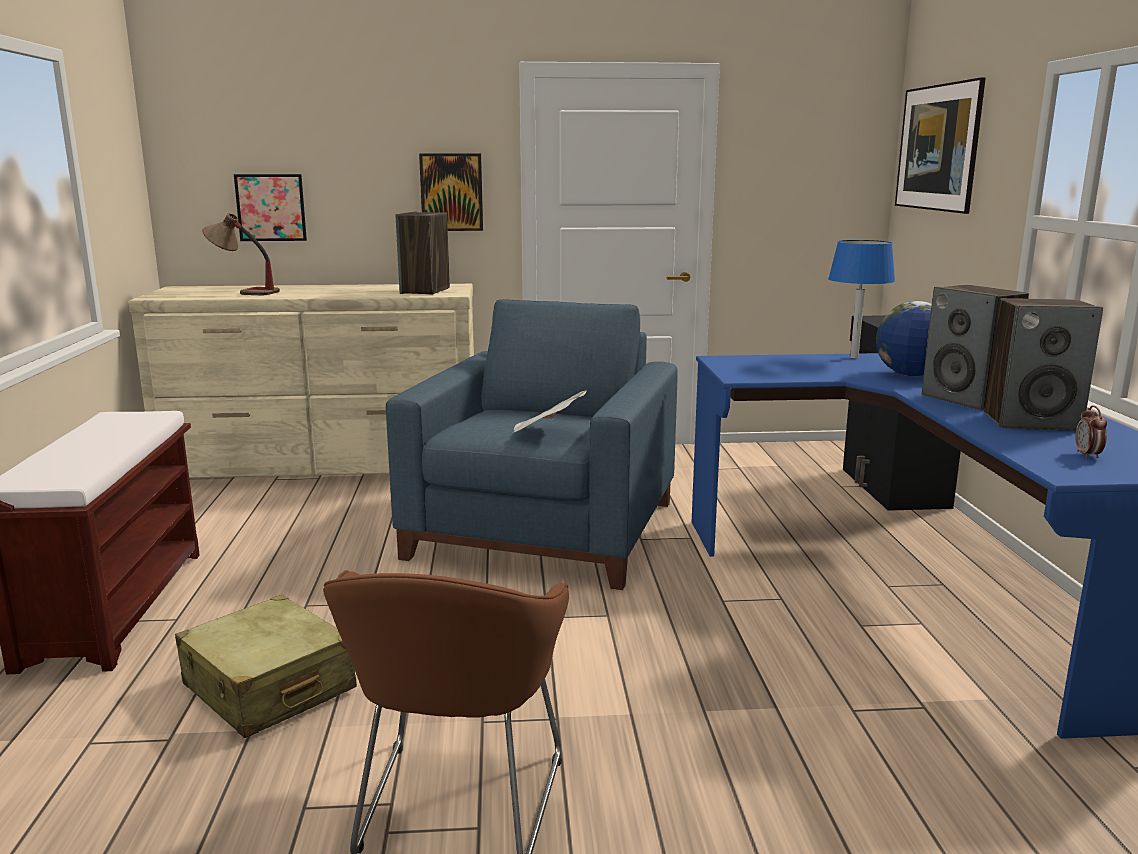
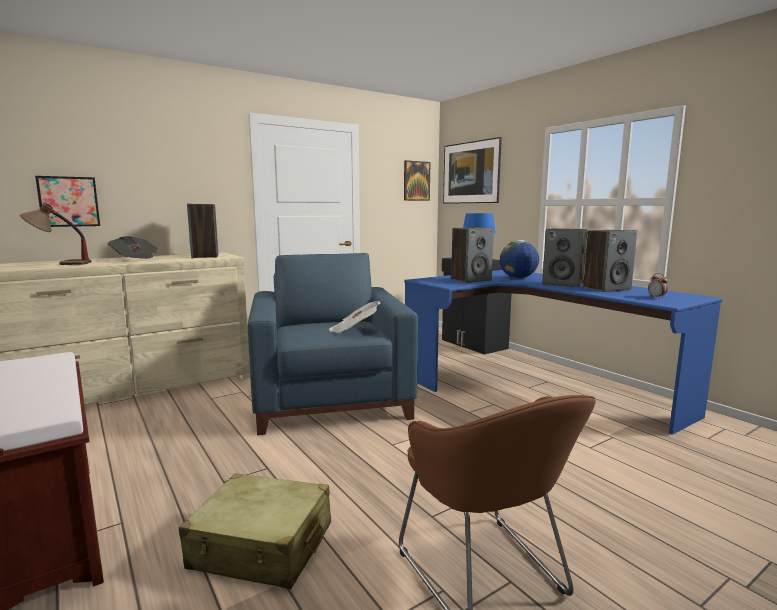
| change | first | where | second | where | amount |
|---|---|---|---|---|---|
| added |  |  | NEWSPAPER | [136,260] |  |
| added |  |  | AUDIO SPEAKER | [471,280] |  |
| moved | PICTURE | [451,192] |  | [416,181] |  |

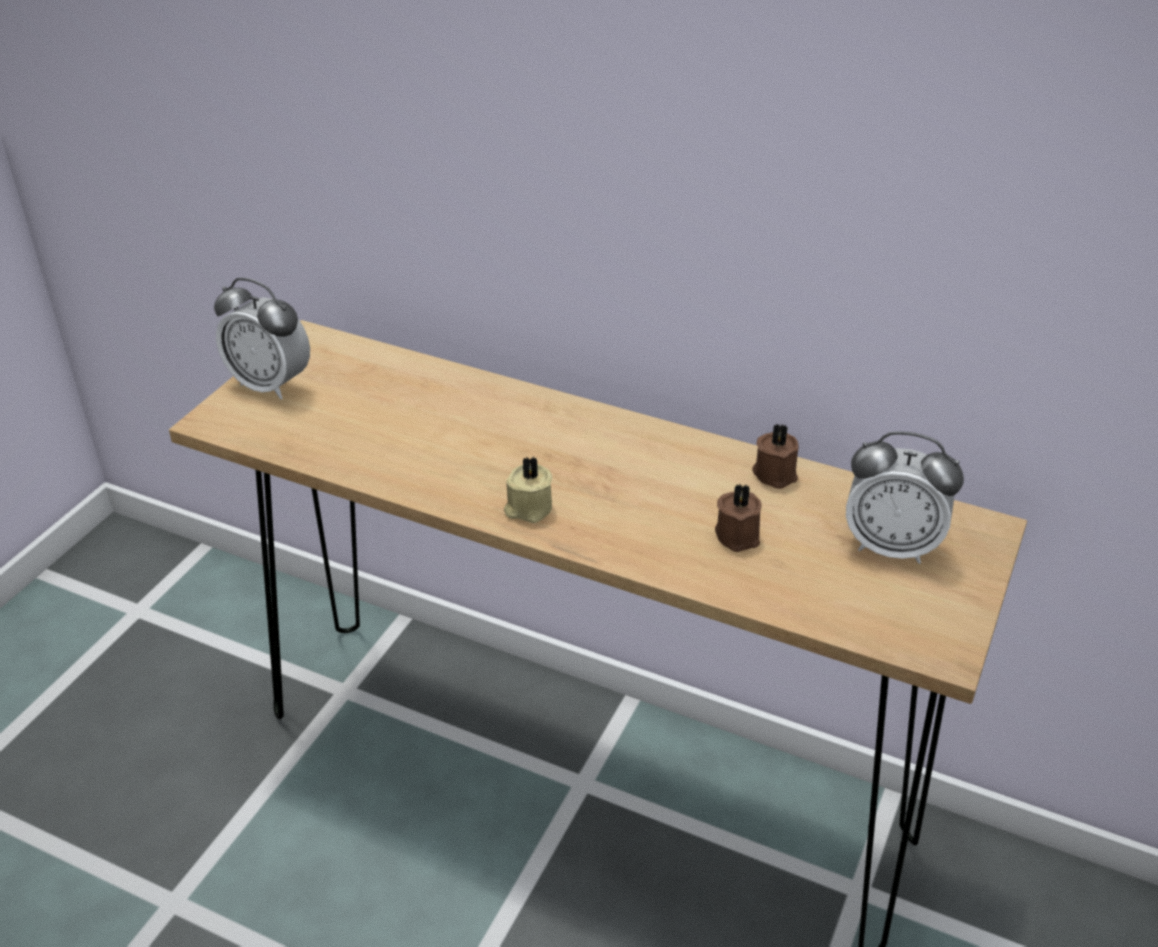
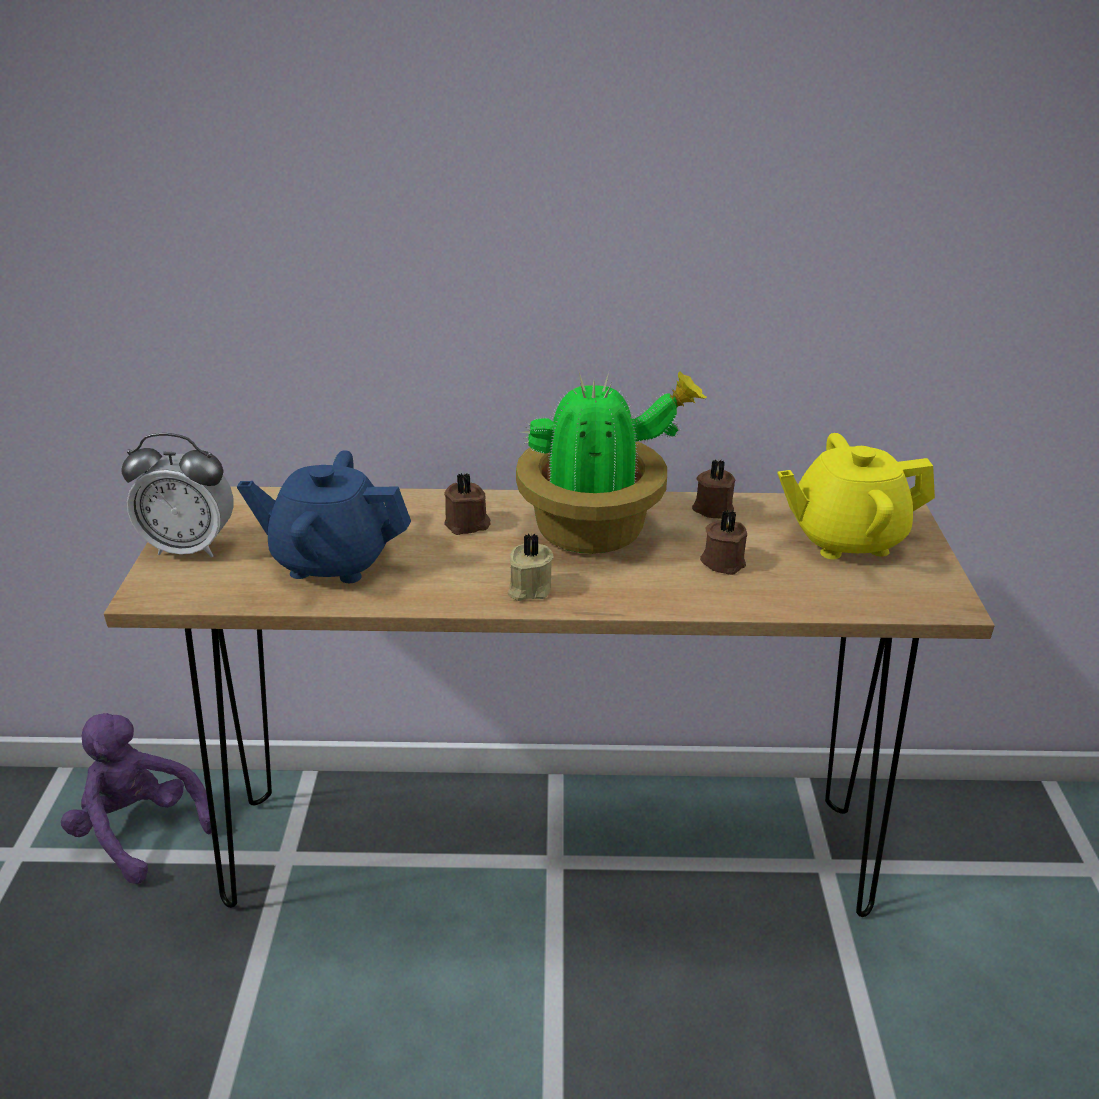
| change | first | where | second | where | amount |
|---|---|---|---|---|---|
| added |  |  | PURPLE-COLOURED SOFT TOY | [140,829] |  |
| added |  |  | BLUE POT FOR TEA | [332,560] |  |
| added |  |  | BROWN-COLOURED WAX LIGHT | [468,524] |  |
| added |  |  | PLANT IN A POT | [596,530] |  |
| replaced | BEDSIDE CLOCK | [891,546] | YELLOW-COLOURED POT FOR TEA | [844,538] |  |

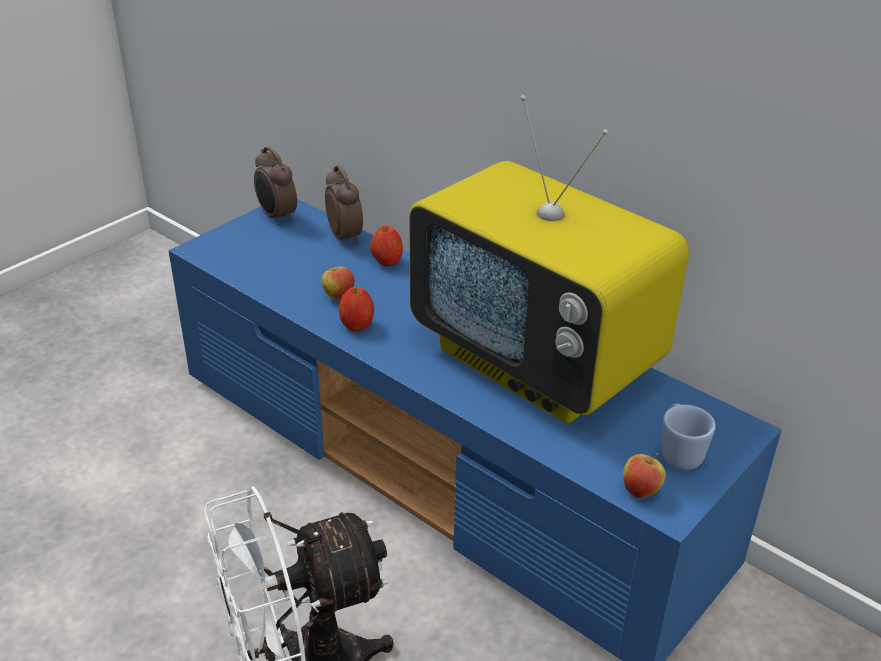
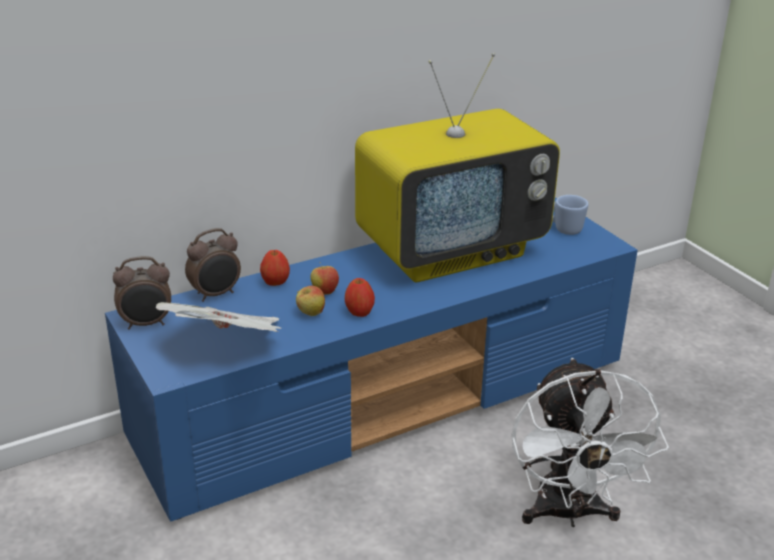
| change | first | where | second | where | amount |
|---|---|---|---|---|---|
| added |  |  | NEWSPAPER | [228,344] |  |
| moved | WHOLE APPLE | [641,491] |  | [324,292] |  |
| turned | BEDSIDE CLOCK | [345,236] |  | [216,294] | 150 degrees clockwise |

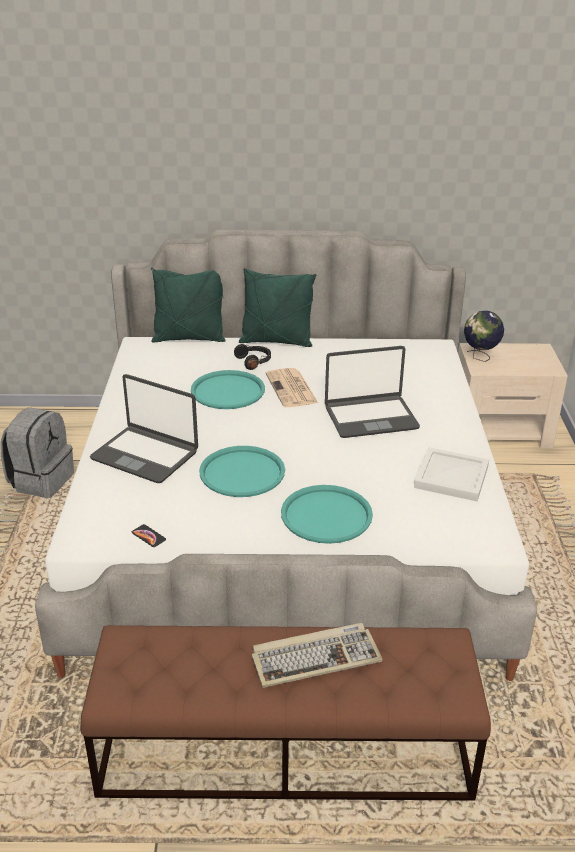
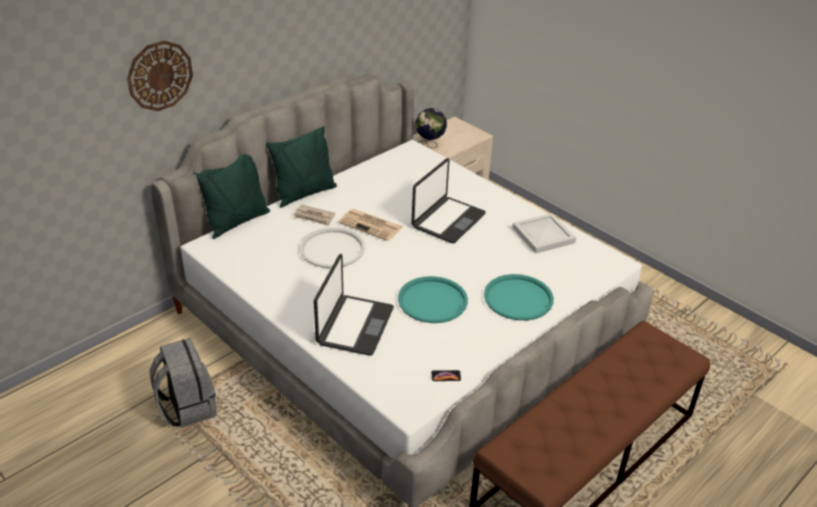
| change | first | where | second | where | amount |
|---|---|---|---|---|---|
| removed | COMPUTER KEYBOARD | [316,657] |  |  |  |
| added |  |  | CLOCK ON THE WALL | [160,75] |  |
| replaced | BLACK-COLOURED HEADSET | [254,361] | NEWSPAPER | [314,217] |  |
| recoloured | TURQUOISE CARRYING TRAY | [228,391] | WHITE CARRYING TRAY | [332,249] |  |
| turned | PORTABLE COMPUTER | [145,455] |  | [354,326] | 60 degrees counterclockwise |

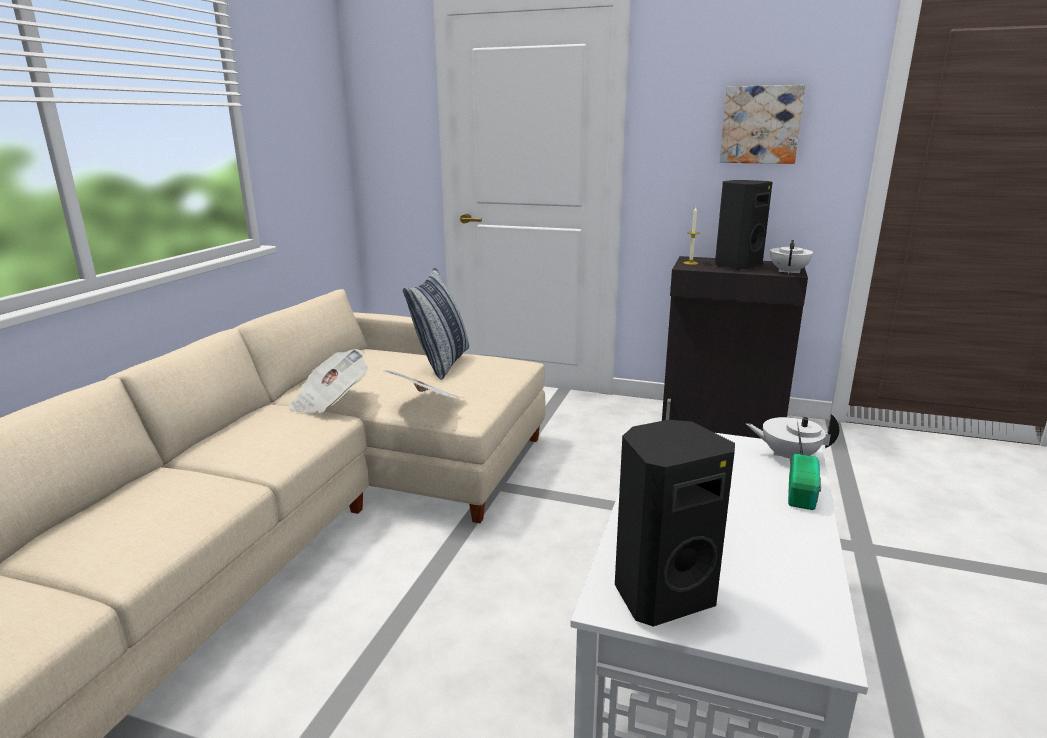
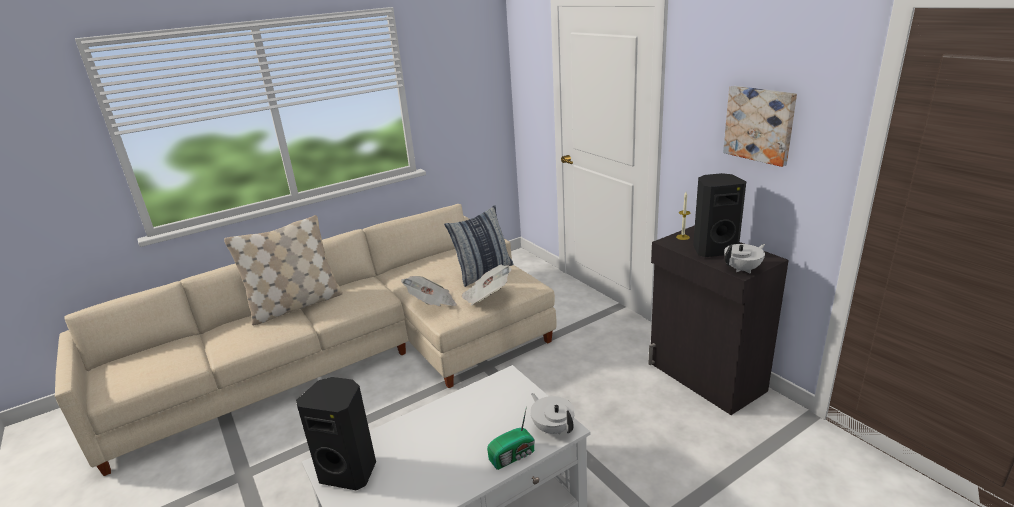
| change | first | where | second | where | amount |
|---|---|---|---|---|---|
| added |  |  | BEIGE-COLOURED CUSHION | [295,305] |  |
| moved | NEWSPAPER | [330,401] |  | [486,296] |  |

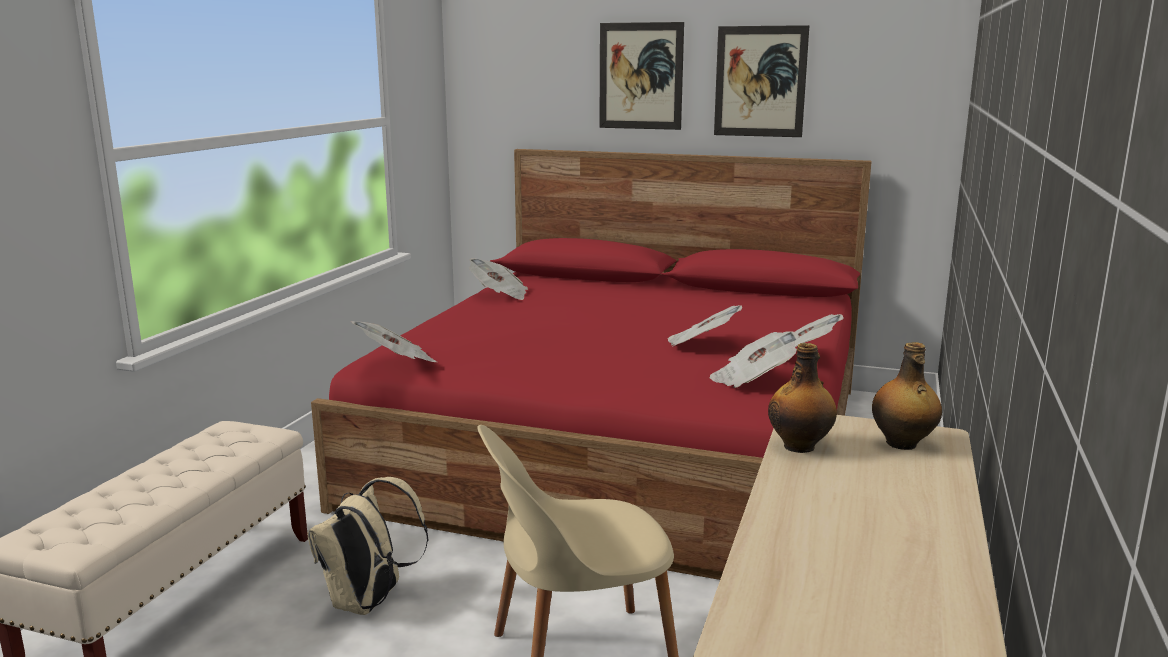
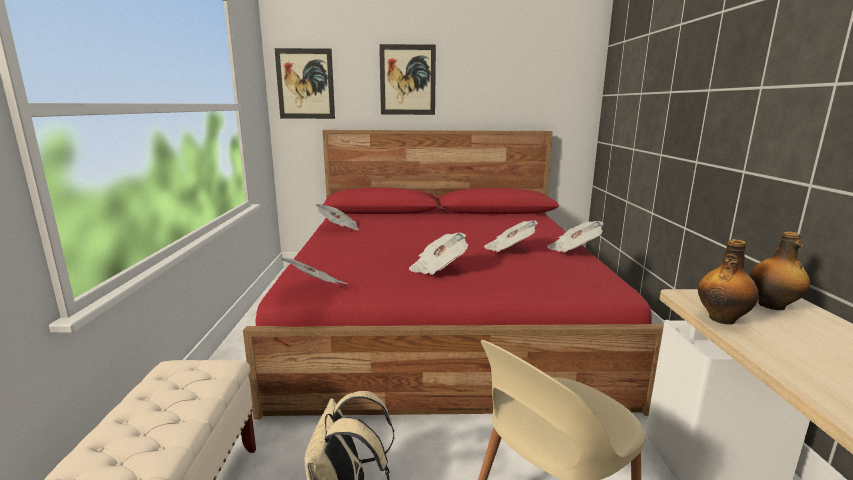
| change | first | where | second | where | amount |
|---|---|---|---|---|---|
| moved | NEWSPAPER | [752,380] |  | [438,268] |  |
| moved | PICTURE | [760,81] |  | [305,84] |  |

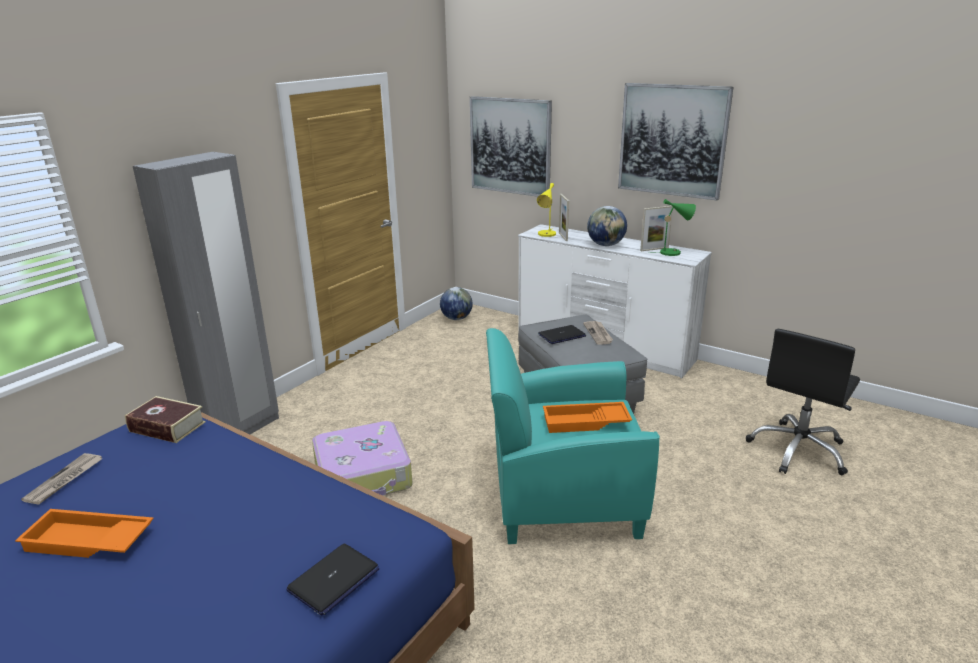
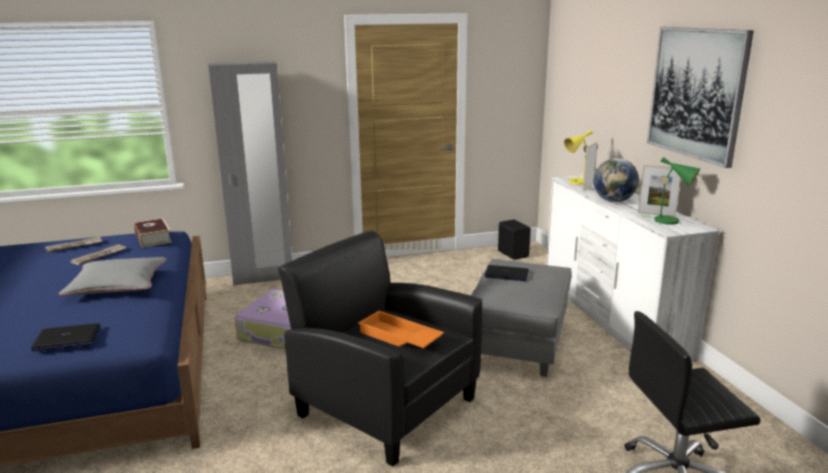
| change | first | where | second | where | amount |
|---|---|---|---|---|---|
| removed | ORANGE CARRYING TRAY | [87,542] |  |  |  |
| removed | PICTURE | [510,146] |  |  |  |
| added |  |  | GREY CUSHION | [117,284] |  |
| moved | NEWSPAPER | [598,334] |  | [99,256] |  |
| replaced | GLOBE | [456,318] | BLACK-COLOURED AUDIO SPEAKER | [513,254] |  |
| recoloured | TURQUOISE ARMCHAIR | [562,495] | BLACK-COLOURED ARMCHAIR | [385,406] |  |

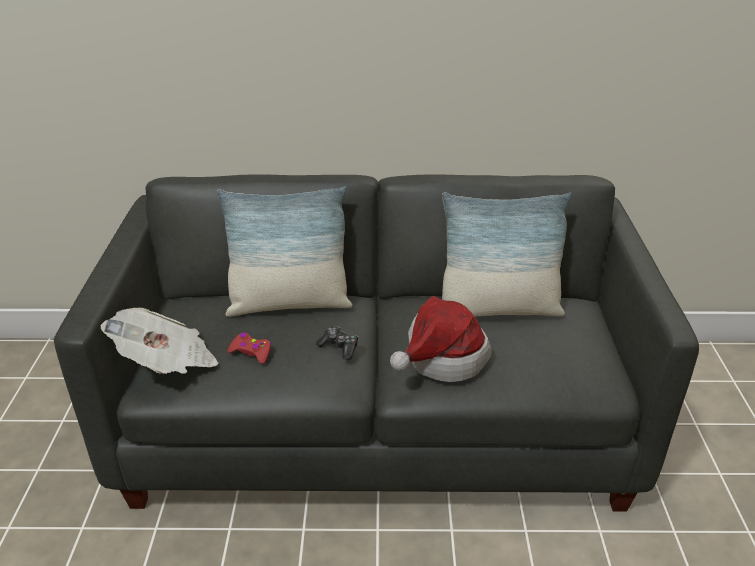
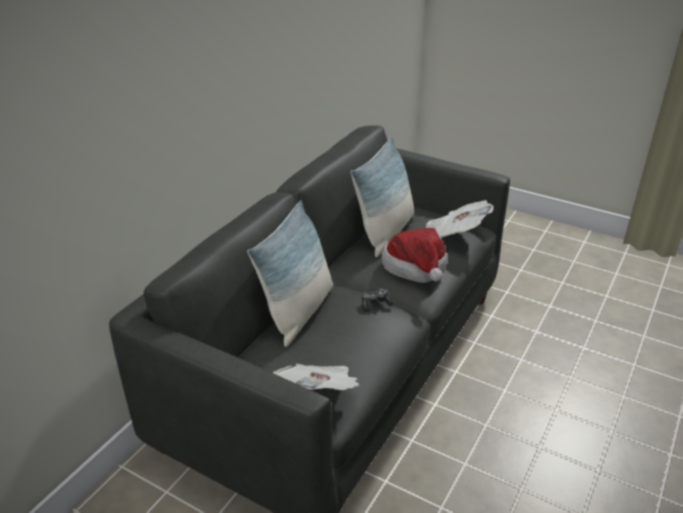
| change | first | where | second | where | amount |
|---|---|---|---|---|---|
| removed | RED-COLOURED GAME CONTROLLER | [251,352] |  |  |  |
| added |  |  | NEWSPAPER | [455,234] |  |

